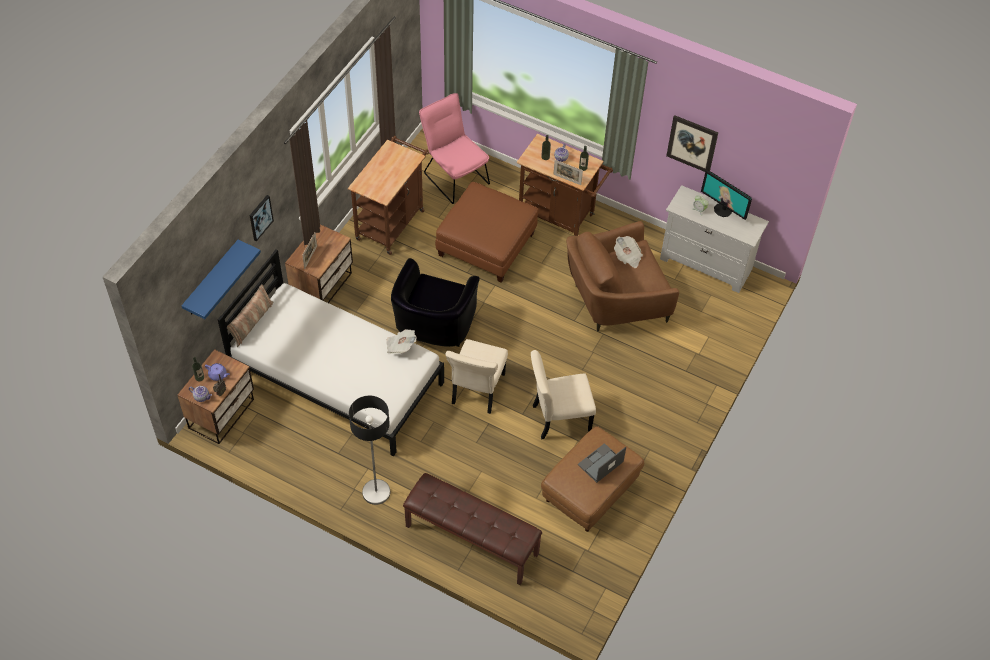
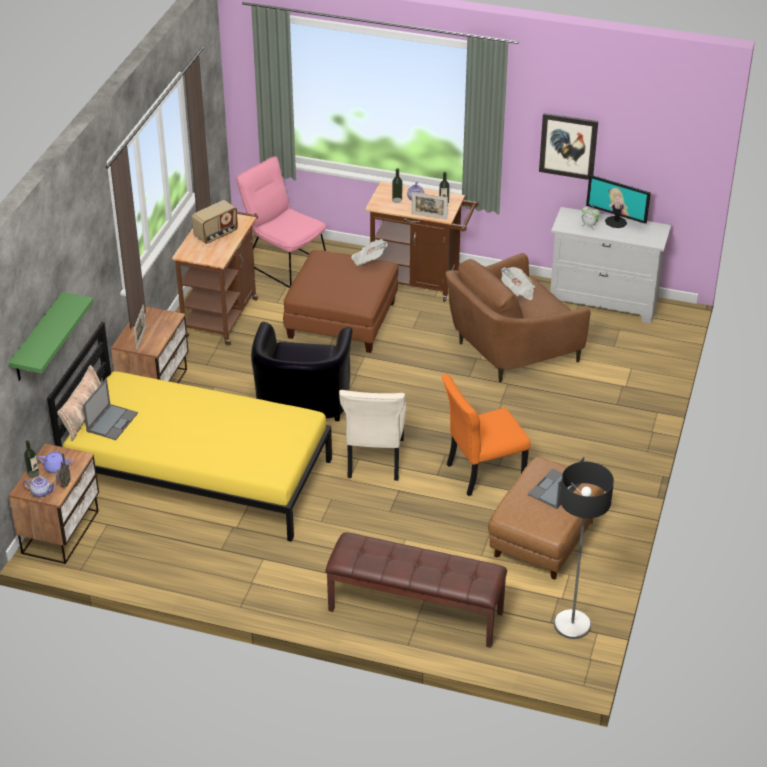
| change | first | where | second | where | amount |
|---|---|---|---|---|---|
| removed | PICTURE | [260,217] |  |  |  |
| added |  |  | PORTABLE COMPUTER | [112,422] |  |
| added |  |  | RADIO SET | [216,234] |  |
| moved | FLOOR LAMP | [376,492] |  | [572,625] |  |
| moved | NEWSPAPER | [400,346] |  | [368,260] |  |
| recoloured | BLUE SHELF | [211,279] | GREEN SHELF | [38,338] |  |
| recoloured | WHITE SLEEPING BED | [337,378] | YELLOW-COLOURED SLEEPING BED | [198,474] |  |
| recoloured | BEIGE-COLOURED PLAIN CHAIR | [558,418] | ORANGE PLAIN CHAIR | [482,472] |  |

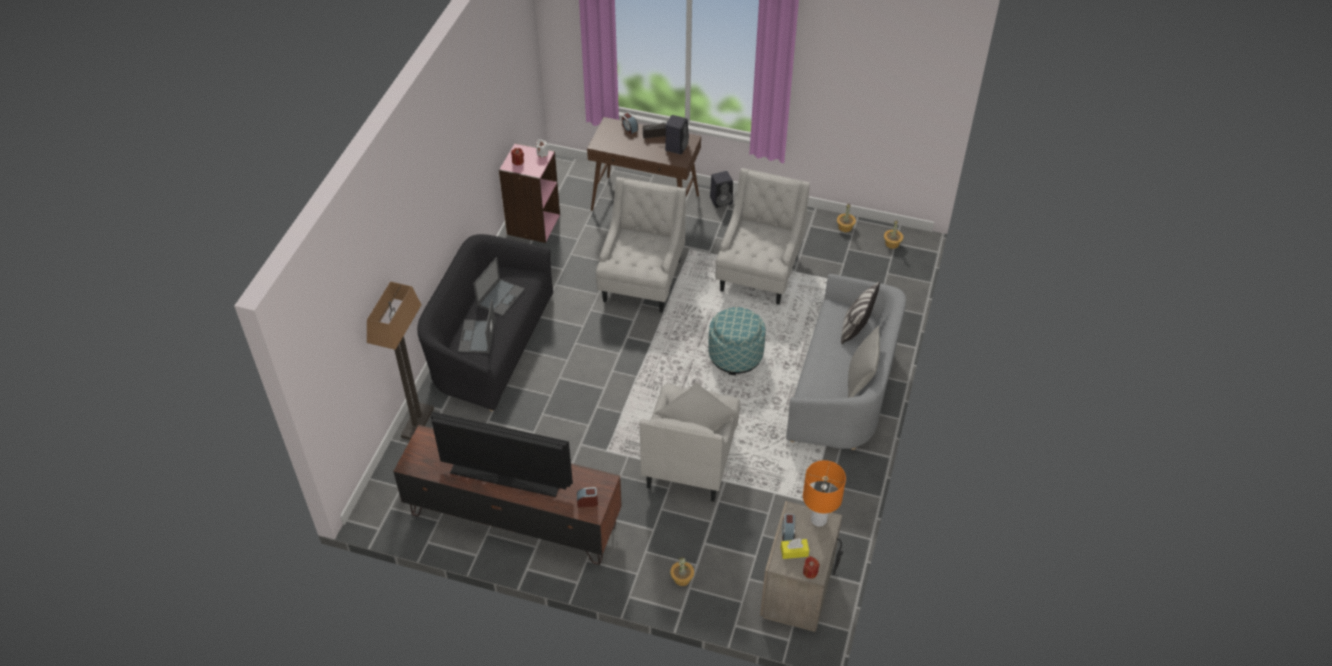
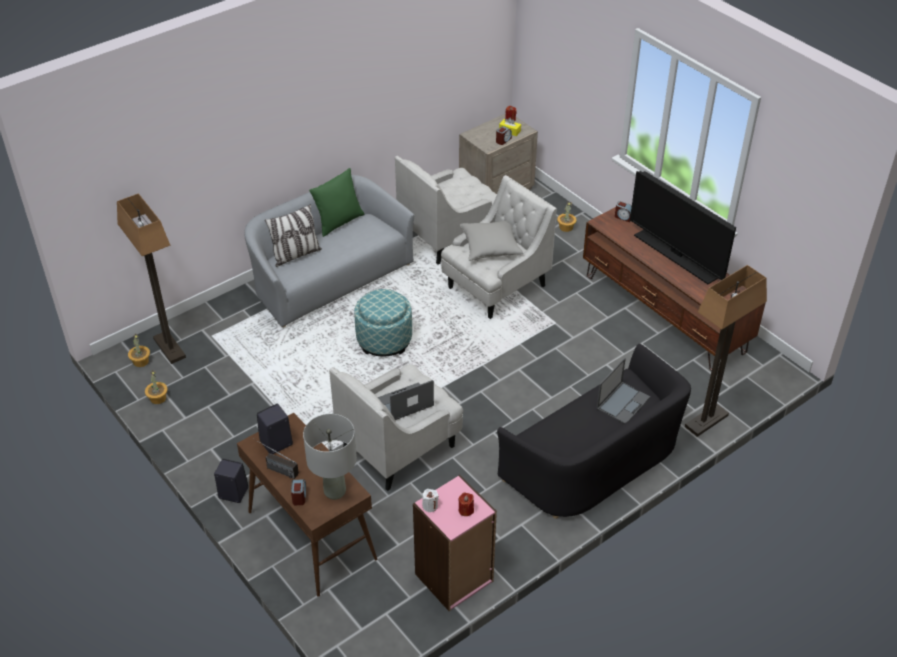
| change | first | where | second | where | amount |
|---|---|---|---|---|---|
| removed | ORANGE LAMP FOR A TABLE | [818,519] |  |  |  |
| added |  |  | FLOOR LAMP | [169,348] |  |
| added |  |  | GREY LAMP FOR A TABLE | [335,491] |  |
| moved | PORTABLE COMPUTER | [500,297] |  | [404,402] |  |
| moved | WHITE ARMCHAIR | [759,273] |  | [449,235] |  |
| recoloured | GREY CUSHION | [860,381] | GREEN CUSHION | [338,222] |  |

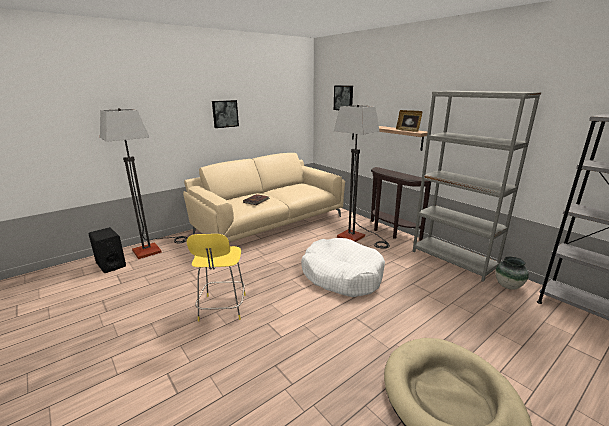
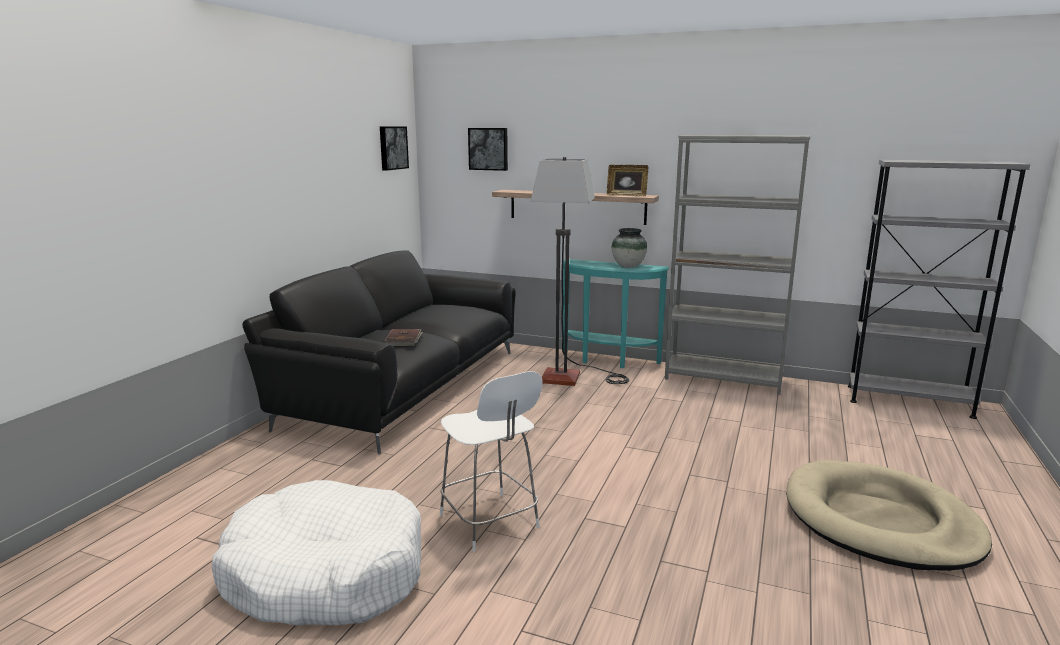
| change | first | where | second | where | amount |
|---|---|---|---|---|---|
| removed | BLACK-COLOURED AUDIO SPEAKER | [111,264] |  |  |  |
| removed | FLOOR LAMP | [154,248] |  |  |  |
| moved | PICTURE | [225,114] |  | [392,148] |  |
| moved | WHITE DOG BED | [342,275] |  | [325,573] |  |
| moved | VASE | [508,286] |  | [628,266] |  |
| recoloured | BEIGE-COLOURED SOFA | [270,223] | BLACK-COLOURED SOFA | [402,385] |  |
| recoloured | YELLOW-COLOURED STOOL | [222,309] | WHITE STOOL | [490,523] |  |
| recoloured | BROWN-COLOURED CONSOLE TABLE | [390,232] | TURQUOISE CONSOLE TABLE | [608,360] |  |

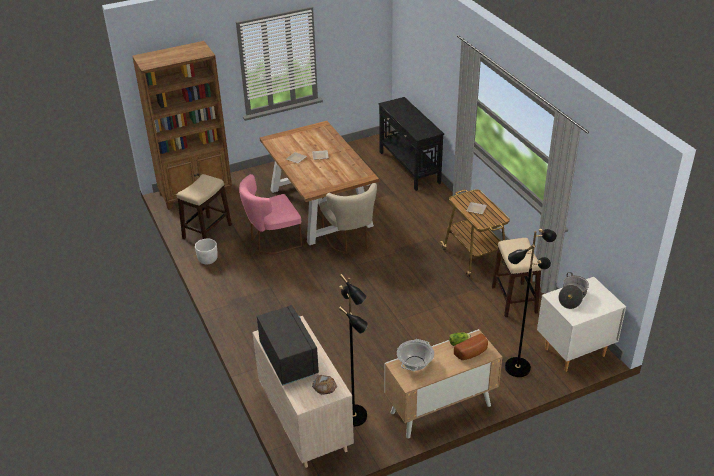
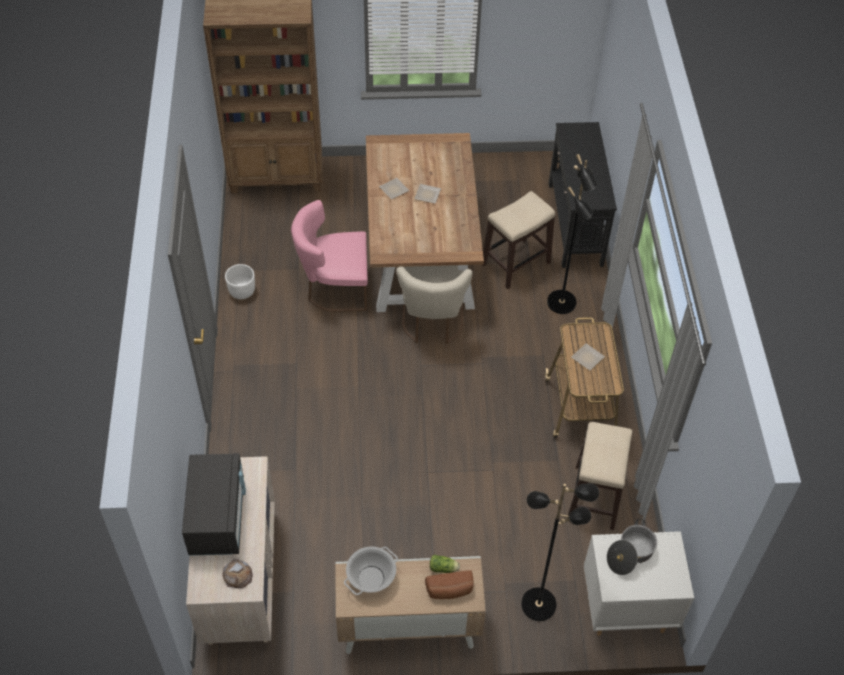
| change | first | where | second | where | amount |
|---|---|---|---|---|---|
| moved | STOOL | [207,231] |  | [516,263] |  |
| moved | BLACK-COLOURED FLOOR LAMP | [354,416] |  | [562,303] |  |

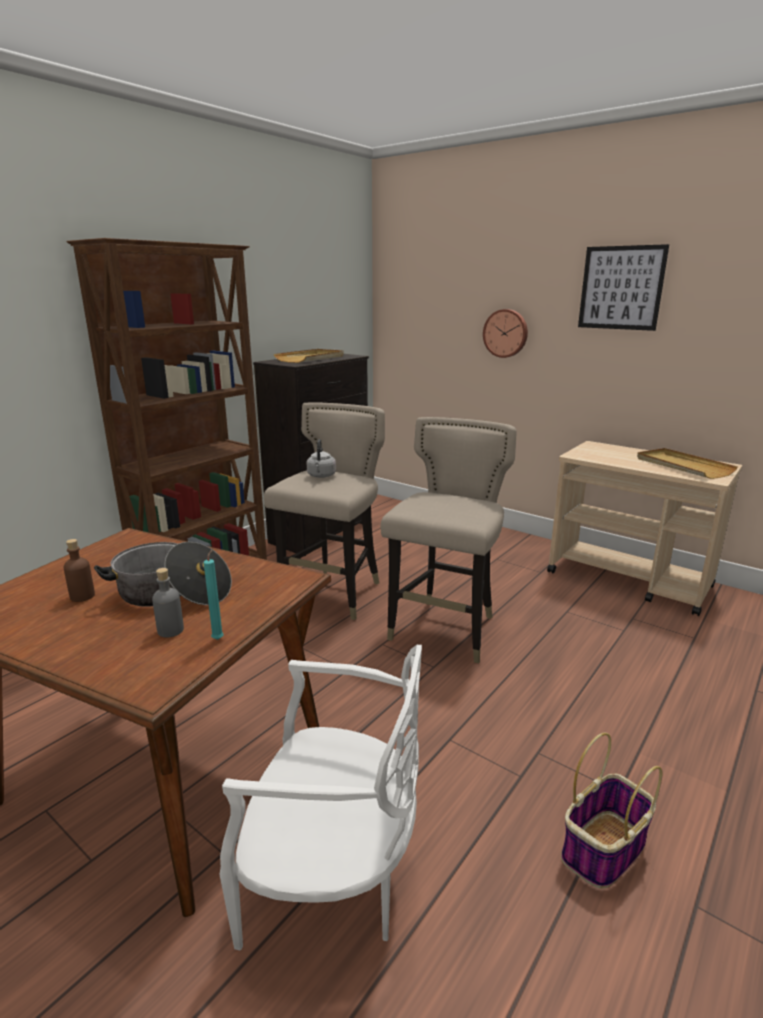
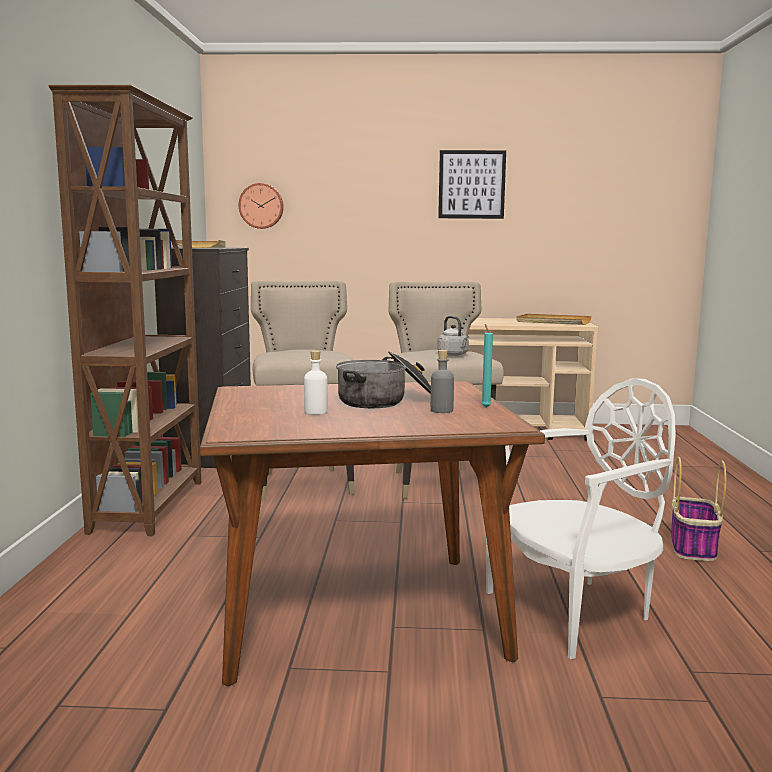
| change | first | where | second | where | amount |
|---|---|---|---|---|---|
| moved | GREY TEA KETTLE | [321,476] |  | [454,354] |  |
| moved | CLOCK ON THE WALL | [506,333] |  | [261,206] |  |
| recoloured | BROWN-COLOURED BOTTLE | [82,596] | WHITE BOTTLE | [316,412] |  |

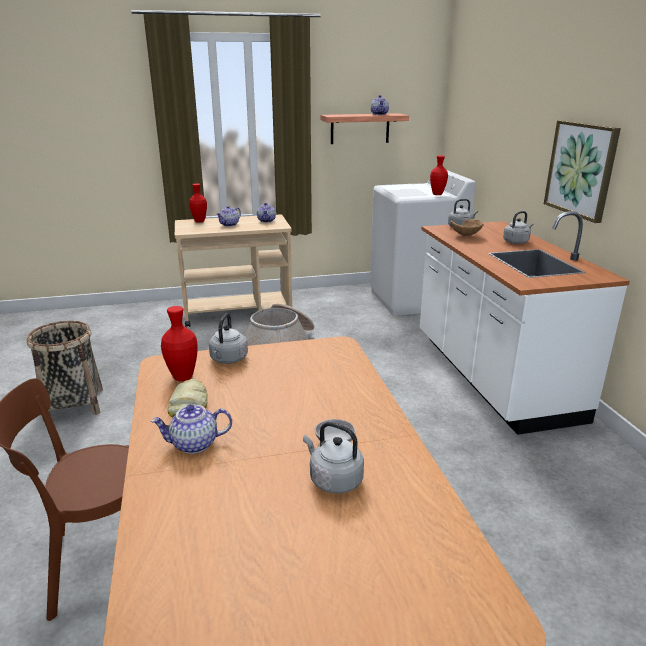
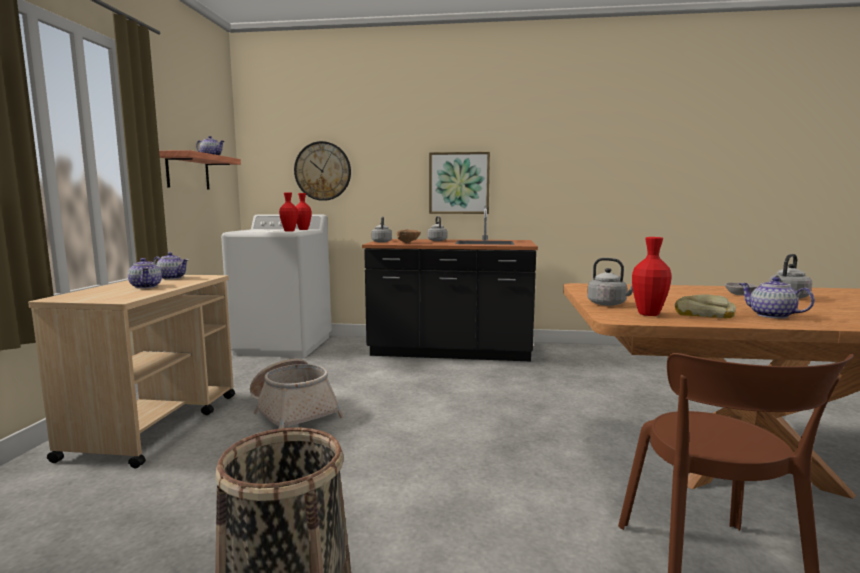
| change | first | where | second | where | amount |
|---|---|---|---|---|---|
| added |  |  | CLOCK ON THE WALL | [322,171] |  |
| moved | RED-COLOURED VASE | [199,221] |  | [289,231] |  |
| recoloured | WHITE KITCHEN BASE UNIT | [492,376] | BLACK-COLOURED KITCHEN BASE UNIT | [450,351] |  |
| turned | POT FOR TEA | [194,444] |  | [771,315] | 135 degrees clockwise |

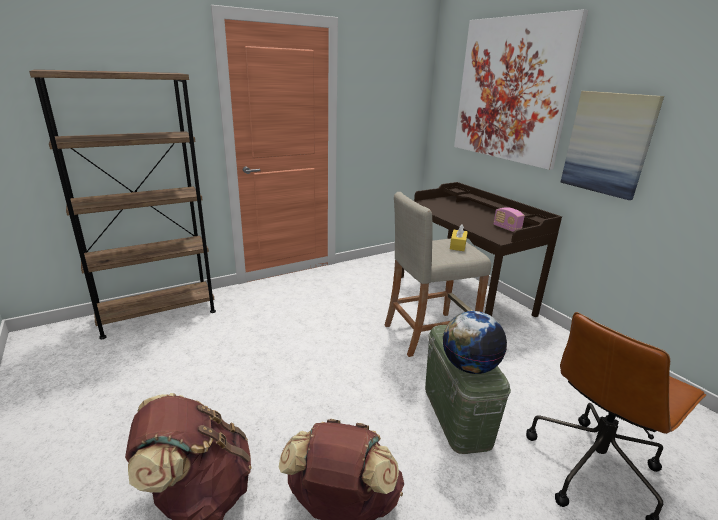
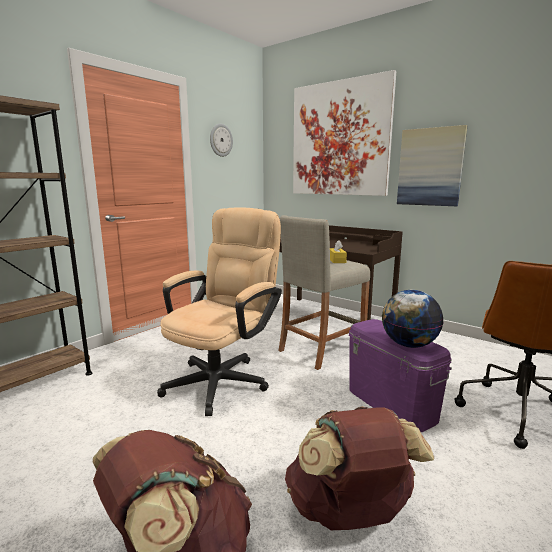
| change | first | where | second | where | amount |
|---|---|---|---|---|---|
| removed | RADIO SET | [506,228] |  |  |  |
| added |  |  | BEIGE-COLOURED DESK CHAIR | [223,379] |  |
| added |  |  | CLOCK ON THE WALL | [220,140] |  |
| recoloured | GREEN STORAGE BIN | [457,414] | PURPLE-COLOURED STORAGE BIN | [391,404] |  |

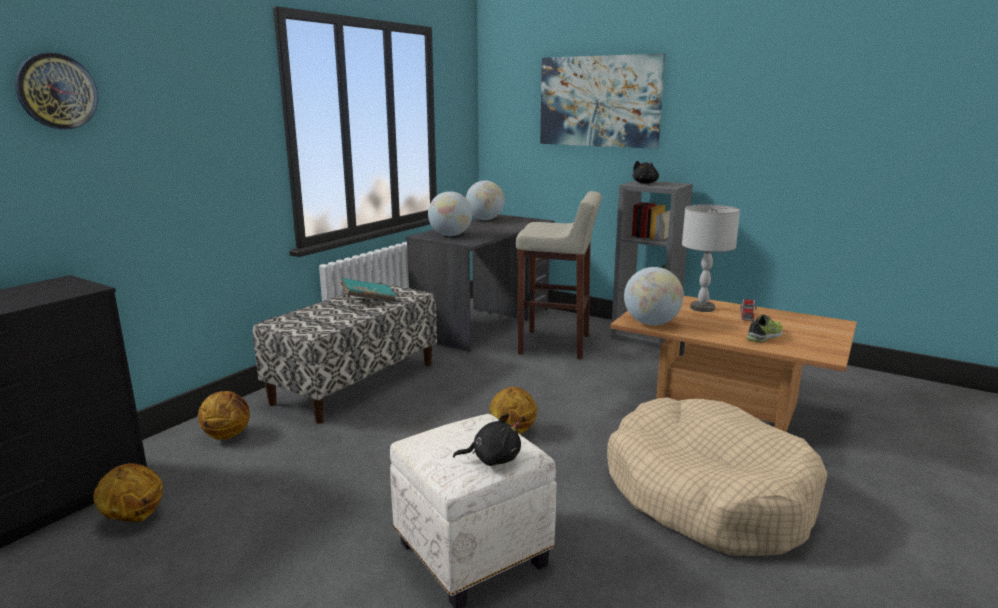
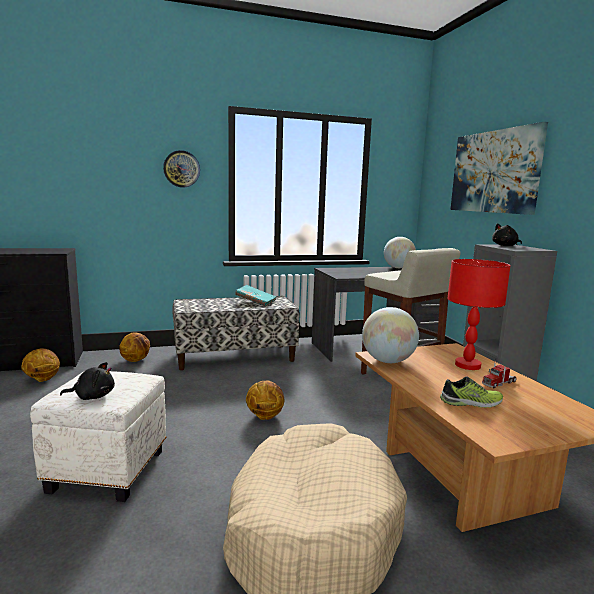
| change | first | where | second | where | amount |
|---|---|---|---|---|---|
| removed | GLOBE | [450,235] |  |  |  |
| moved | CLOCK ON THE WALL | [57,91] |  | [181,169] |  |
| recoloured | GREY LAMP FOR A TABLE | [702,308] | RED-COLOURED LAMP FOR A TABLE | [467,365] |  |
| turned | BLACK-COLOURED SOFT TOY | [492,459] |  | [92,396] | 45 degrees counterclockwise |

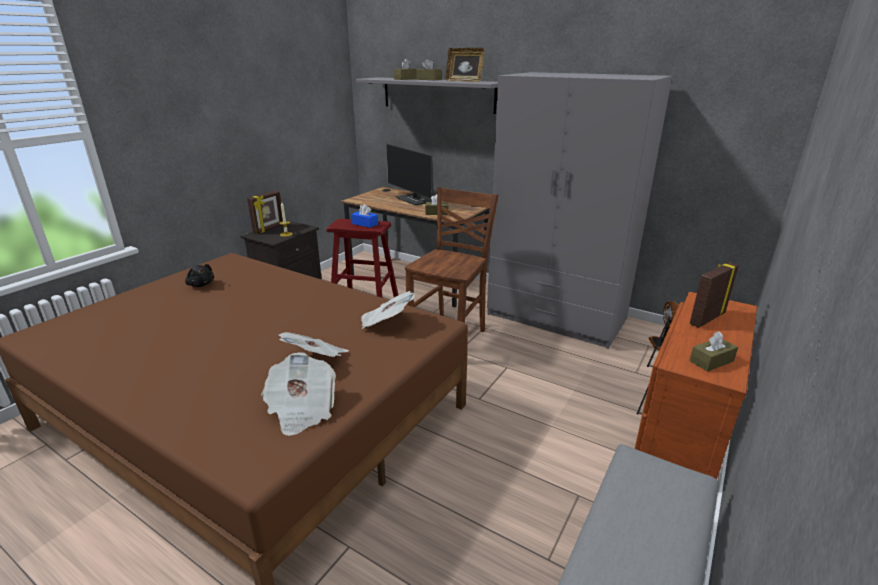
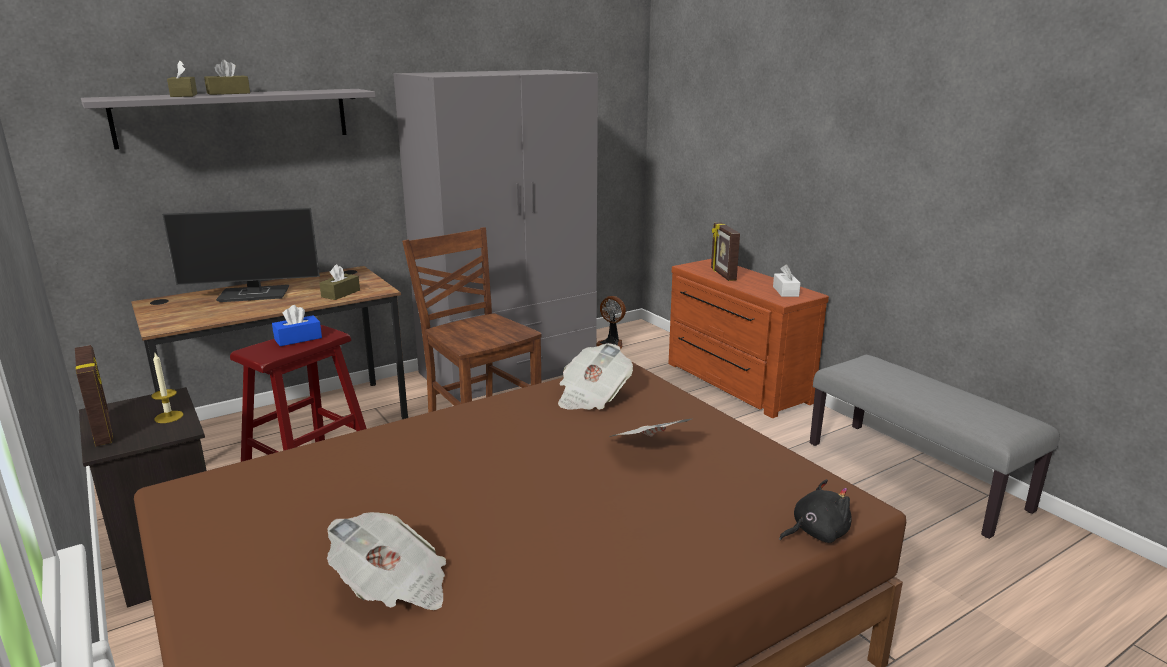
| change | first | where | second | where | amount |
|---|---|---|---|---|---|
| removed | PHOTO FRAME | [464,81] |  |  |  |
| moved | BLACK-COLOURED SOFT TOY | [201,284] |  | [816,533] |  |
| moved | NEWSPAPER | [301,409] |  | [393,587] |  |
| recoloured | BROWN-COLOURED TISSUE BOX | [711,361] | WHITE TISSUE BOX | [785,291] |  |

